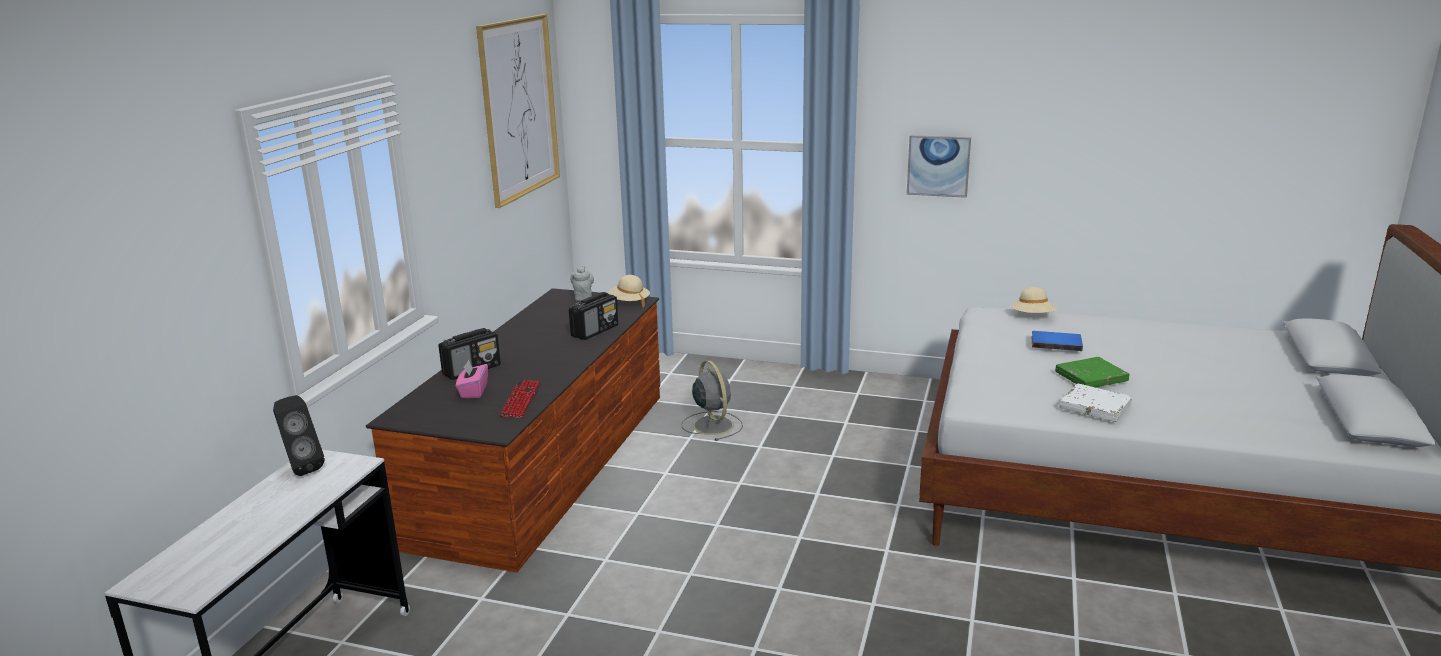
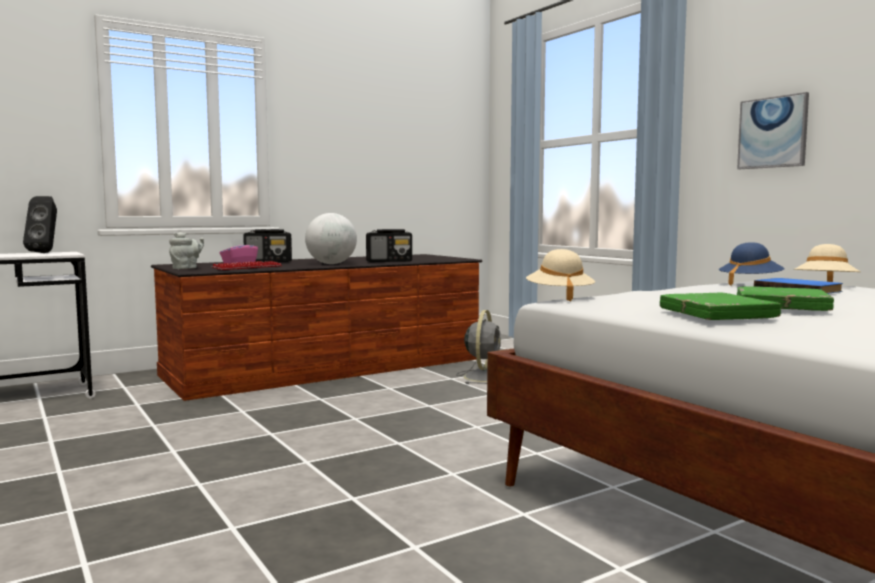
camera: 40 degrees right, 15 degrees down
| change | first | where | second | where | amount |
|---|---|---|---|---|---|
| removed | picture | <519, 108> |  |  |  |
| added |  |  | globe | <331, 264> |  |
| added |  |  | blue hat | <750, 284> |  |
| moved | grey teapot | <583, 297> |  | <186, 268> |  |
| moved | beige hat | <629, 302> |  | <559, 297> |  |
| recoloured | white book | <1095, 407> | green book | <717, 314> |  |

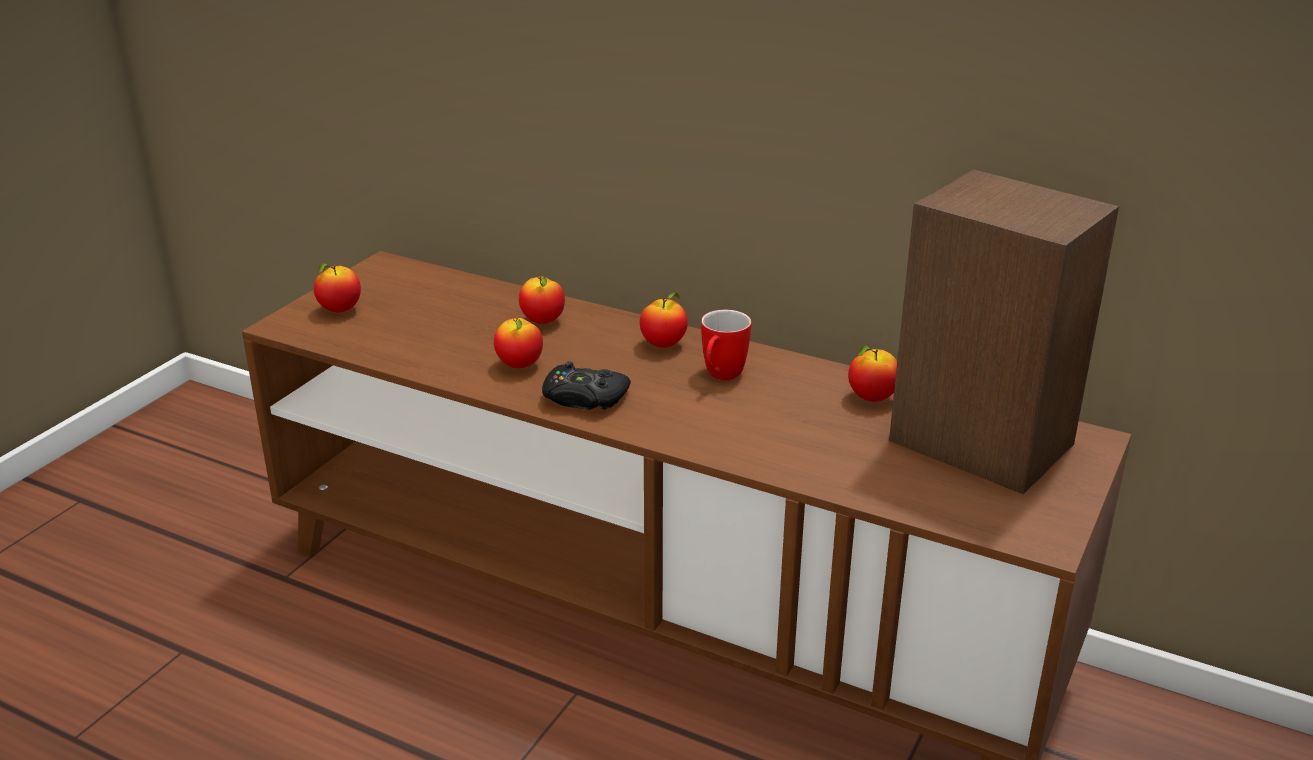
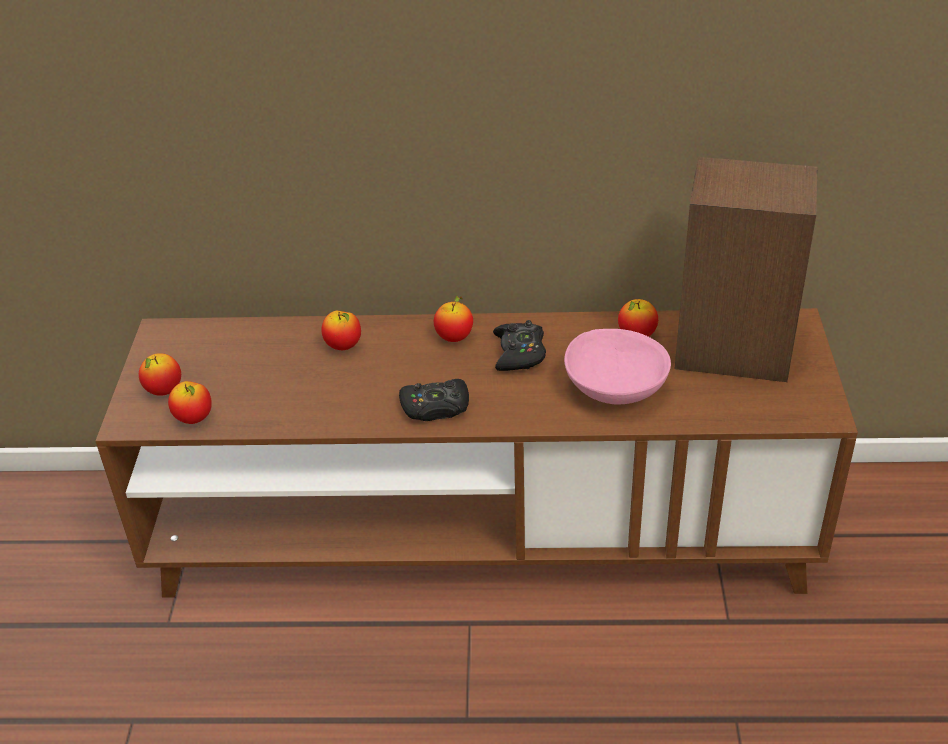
camera: 25 degrees left, 10 degrees up
| change | first | where | second | where | amount |
|---|---|---|---|---|---|
| added |  |  | pink bowl | <614, 389> |  |
| moved | apple | <519, 365> |  | <194, 419> |  |
| replaced | mug | <720, 377> | black game controller | <519, 353> |  |

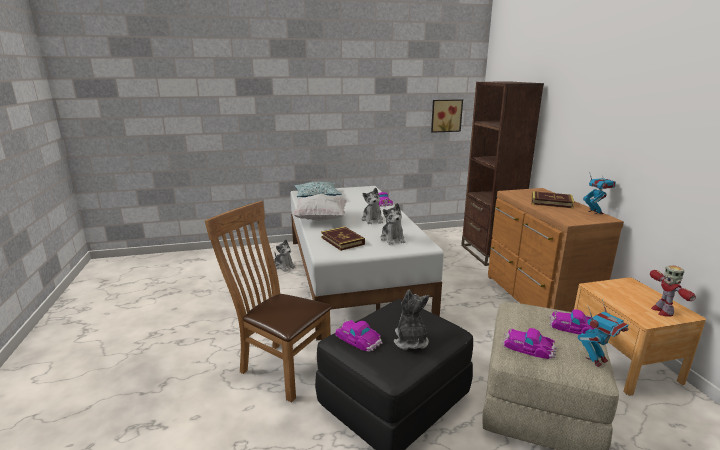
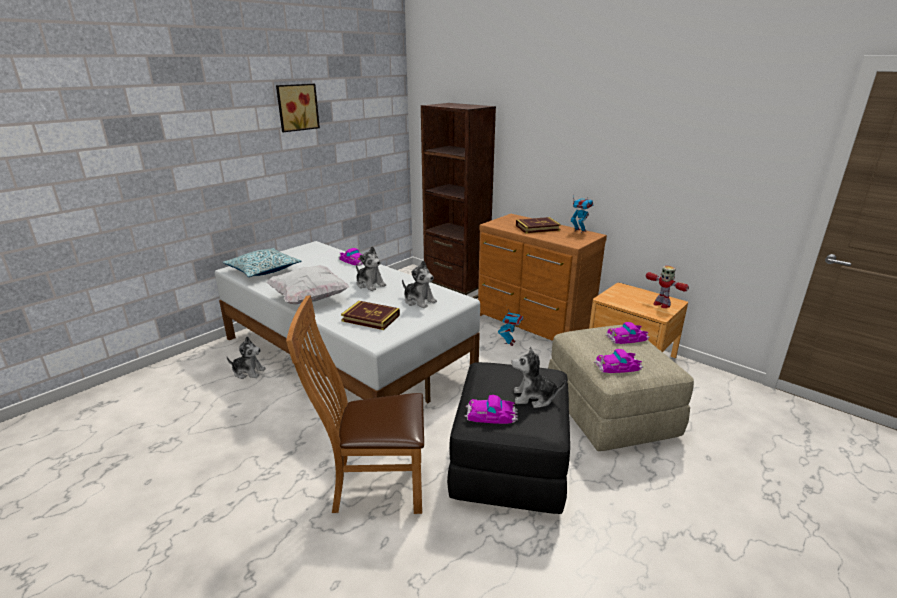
camera: 35 degrees left, 5 degrees up
| change | first | where | second | where | amount |
|---|---|---|---|---|---|
| moved | picture | <446, 115> |  | <296, 107> |  |
| moved | toy robot | <596, 360> |  | <509, 342> |  |
| turned | plush toy | <410, 341> |  | <534, 397> | 45 degrees counterclockwise |

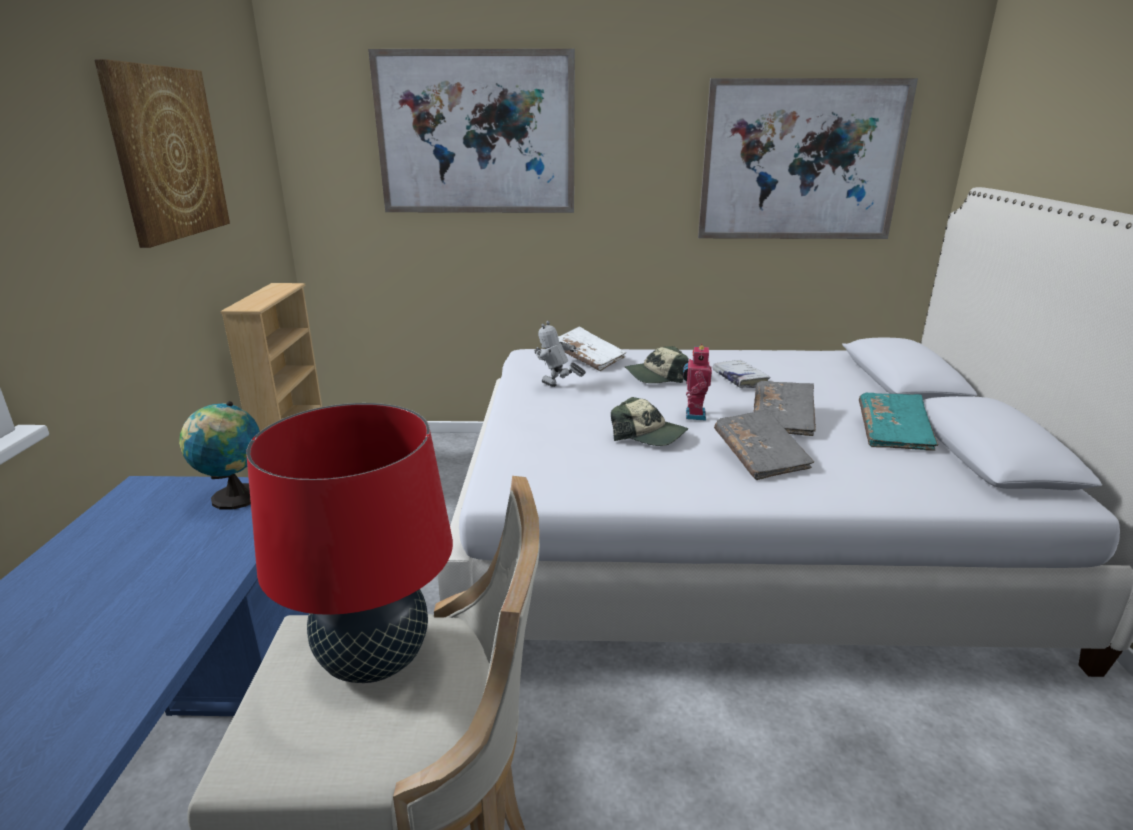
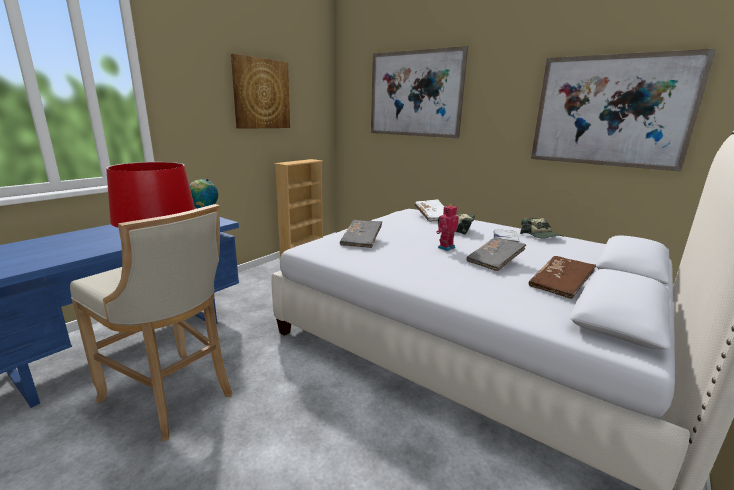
camera: 35 degrees right, 5 degrees down
| change | first | where | second | where | amount |
|---|---|---|---|---|---|
| removed | toy robot | <557, 388> |  |  |  |
| moved | cap | <649, 435> |  | <541, 236> |  |
| moved | grey book | <760, 457> |  | <361, 241> |  |
| recoloured | turquoise book | <893, 434> | brown book | <560, 285> |  |

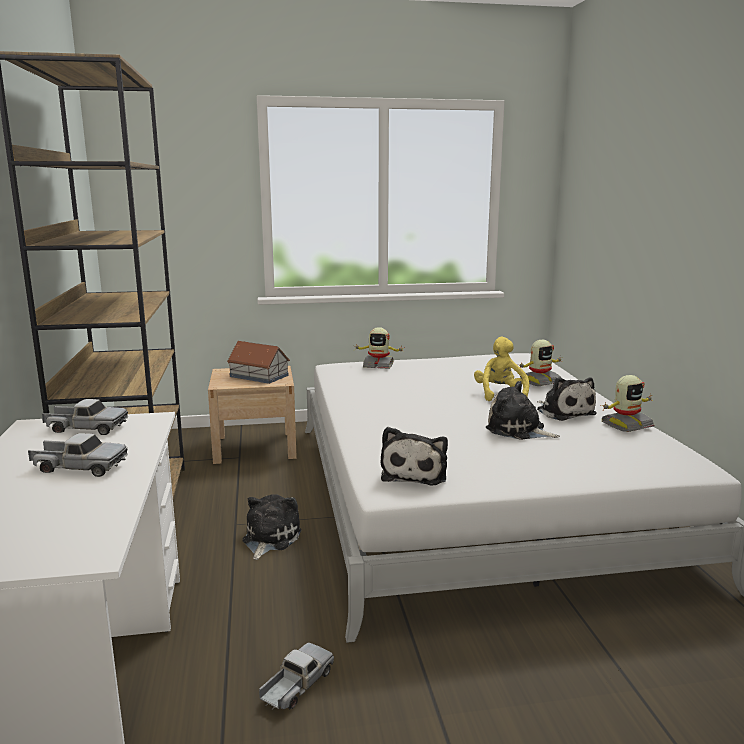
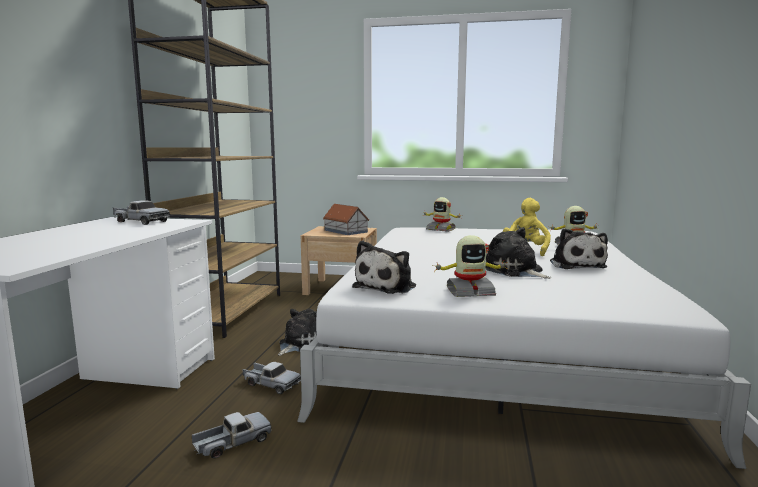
camera: 20 degrees right, 5 degrees down
| change | first | where | second | where | amount |
|---|---|---|---|---|---|
| moved | toy truck | <79, 467> |  | <271, 384> |  |
| moved | toy robot | <626, 425> |  | <469, 292> |  |

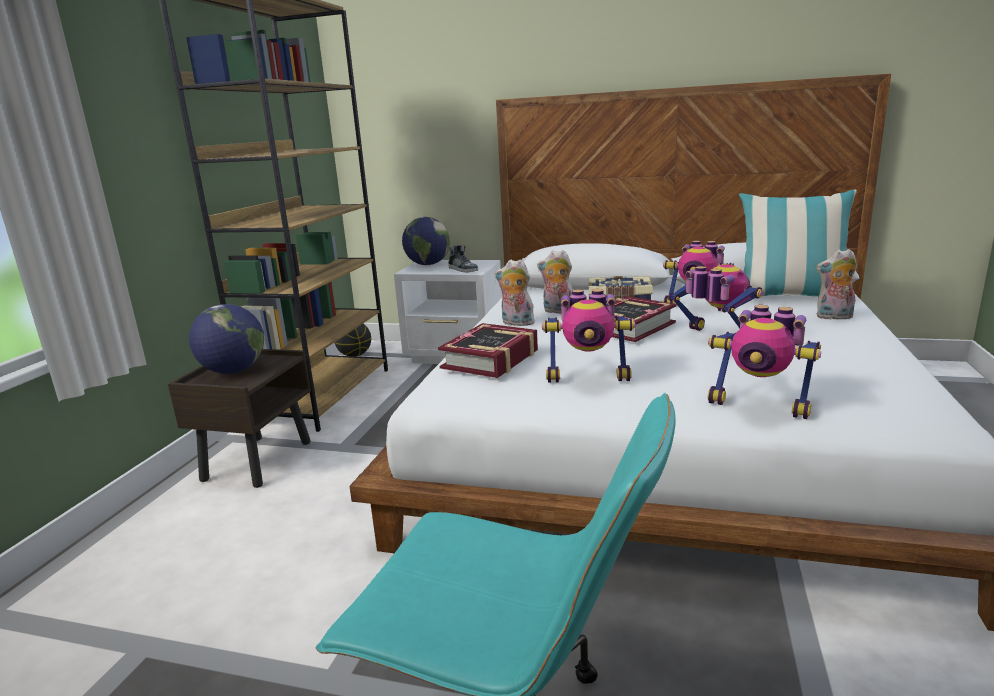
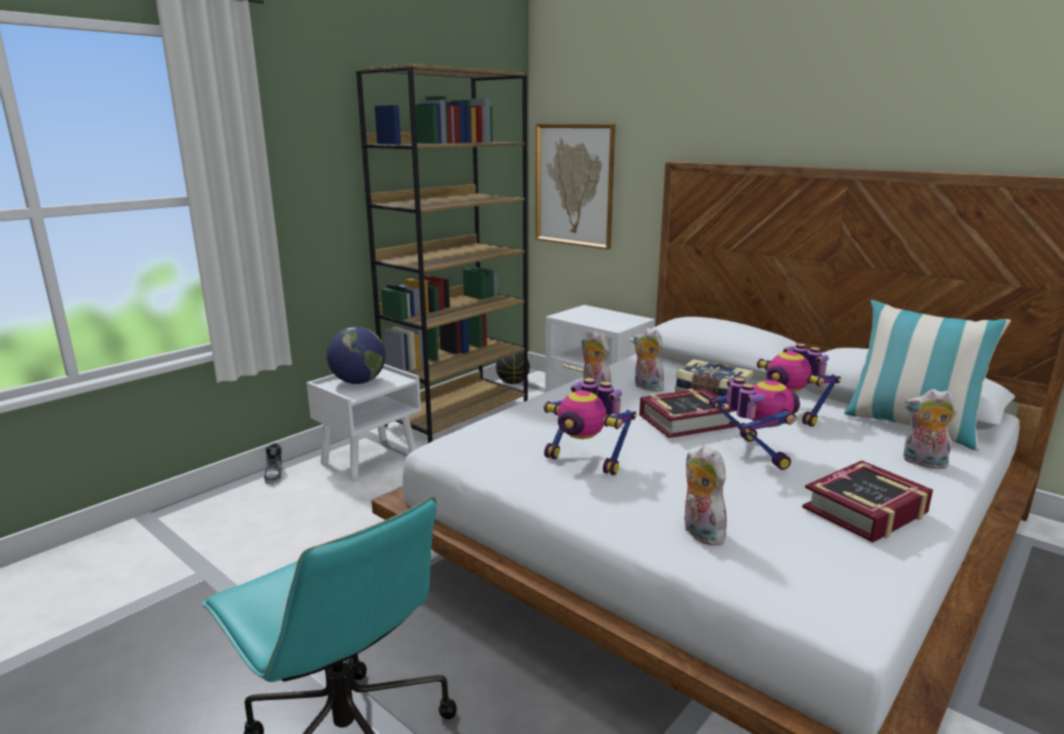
camera: 25 degrees right, 0 degrees up
| change | first | where | second | where | amount |
|---|---|---|---|---|---|
| removed | globe | <428, 264> |  |  |  |
| added |  |  | picture | <574, 185> |  |
| moved | book | <491, 359> |  | <866, 511> |  |
| moved | shoe | <463, 269> |  | <274, 474> |  |
| replaced | toy robot | <760, 405> | plush toy | <699, 533> |  |
| recoloured | brown nightstand | <258, 460> | white nightstand | <370, 458> |  |

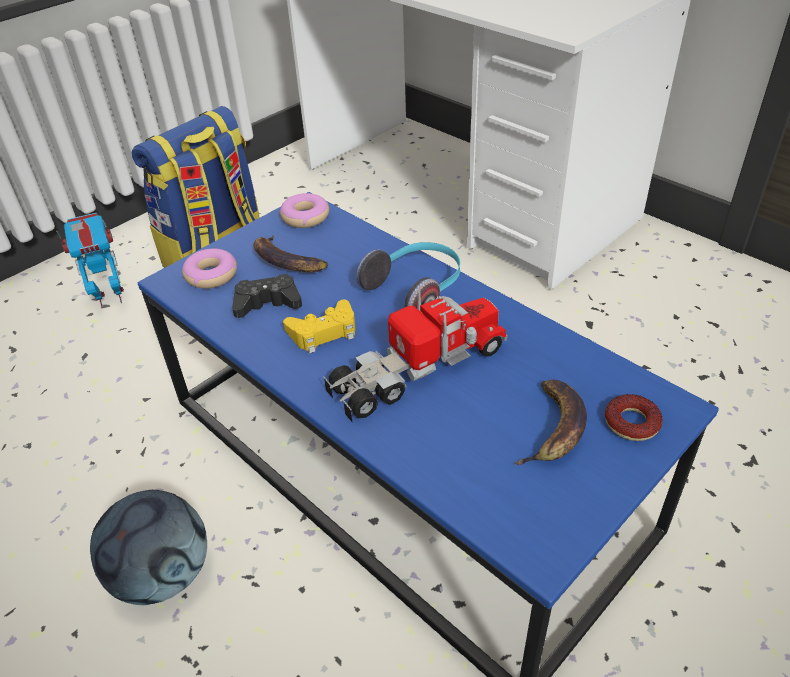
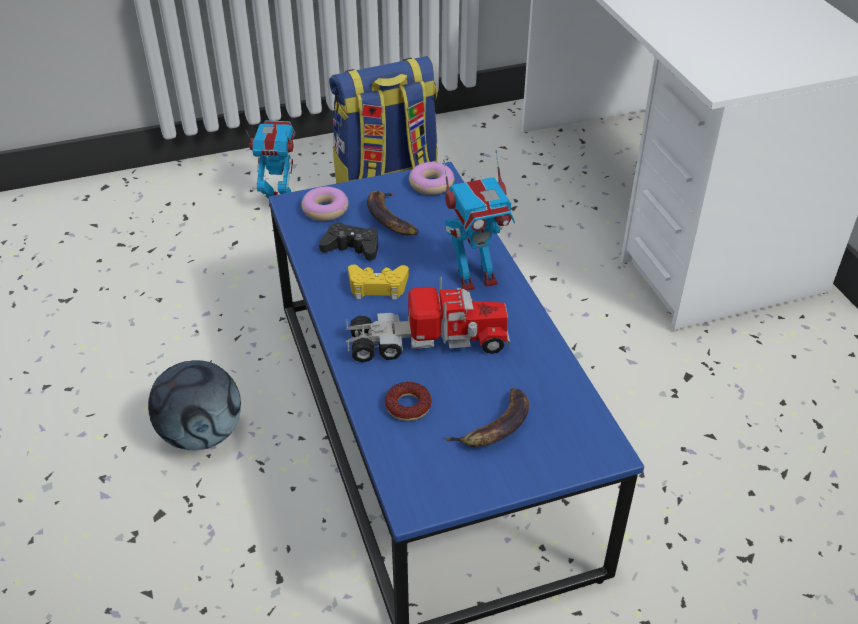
camera: 25 degrees right, 0 degrees up
| change | first | where | second | where | amount |
|---|---|---|---|---|---|
| moved | donut | <631, 423> |  | <408, 406> |  |
| replaced | headphones | <416, 289> | toy robot | <475, 278> |  |

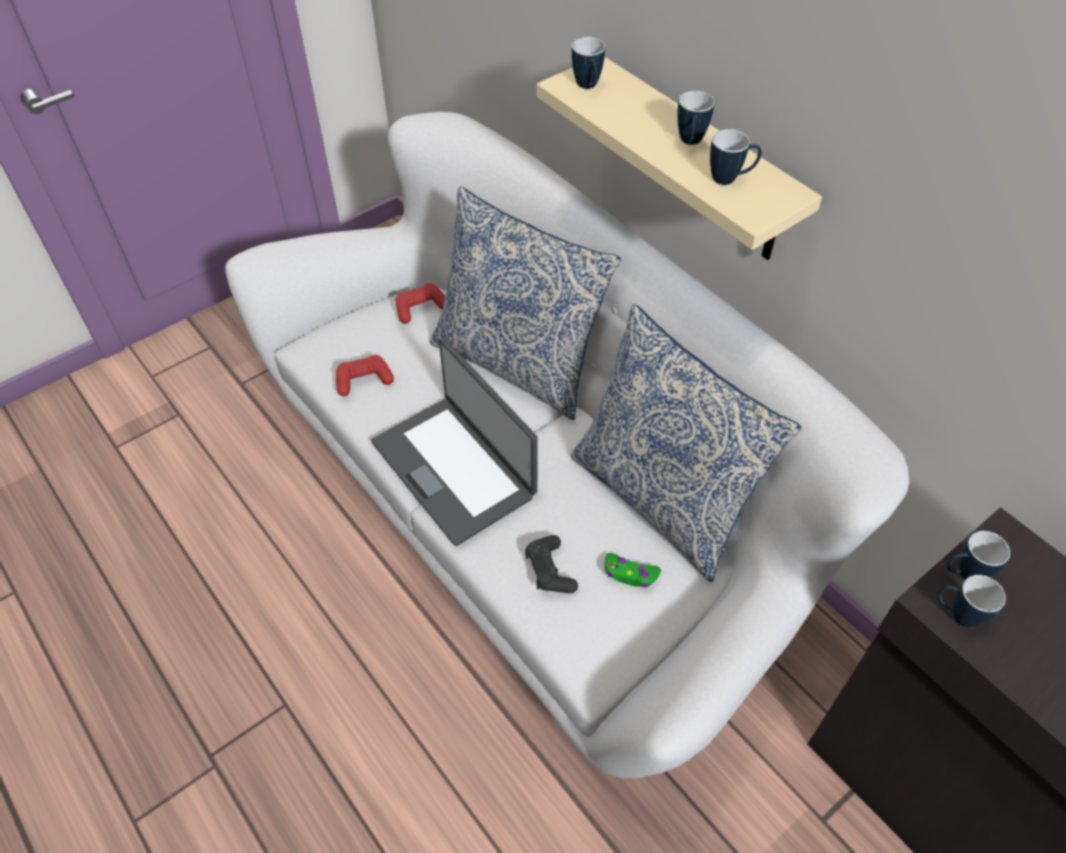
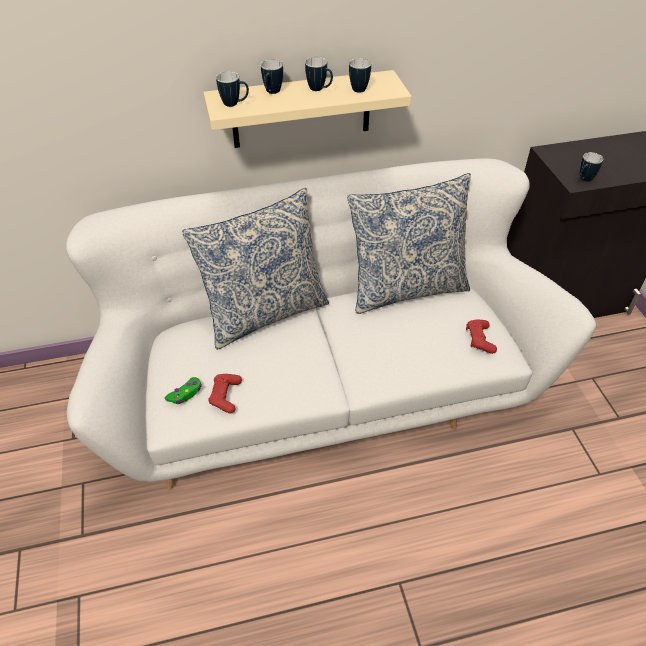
camera: 65 degrees left, 5 degrees down
| change | first | where | second | where | amount |
|---|---|---|---|---|---|
| removed | laptop | <455, 468> |  |  |  |
| removed | black game controller | <550, 570> |  |  |  |
| moved | red game controller | <420, 308> |  | <479, 340> |  |
| moved | green game controller | <630, 574> |  | <185, 394> |  |
| moved | mug | <963, 574> |  | <271, 93> |  |

